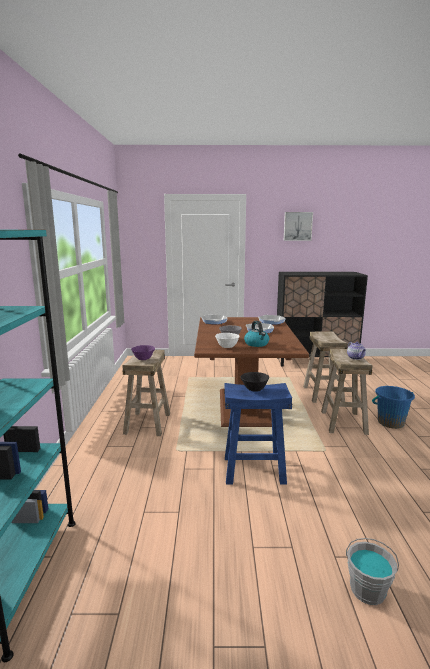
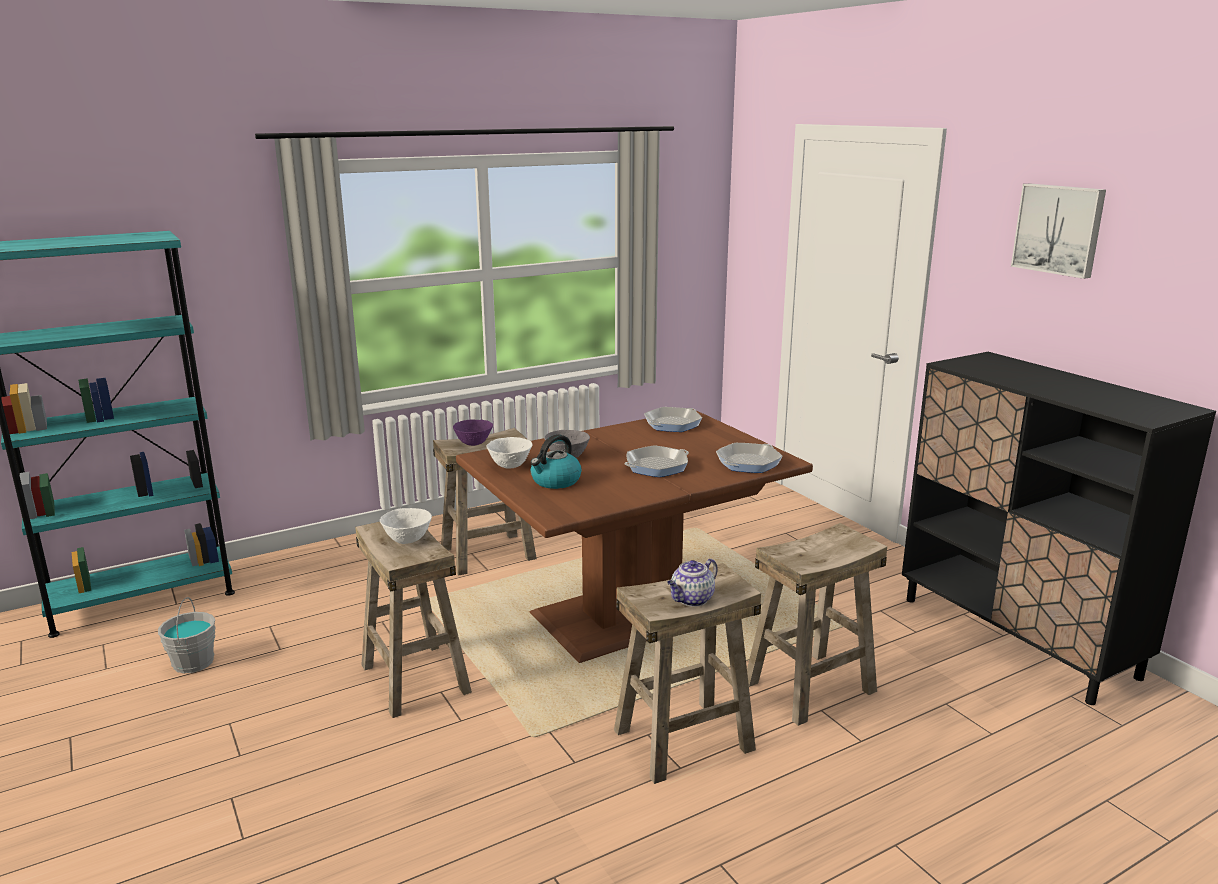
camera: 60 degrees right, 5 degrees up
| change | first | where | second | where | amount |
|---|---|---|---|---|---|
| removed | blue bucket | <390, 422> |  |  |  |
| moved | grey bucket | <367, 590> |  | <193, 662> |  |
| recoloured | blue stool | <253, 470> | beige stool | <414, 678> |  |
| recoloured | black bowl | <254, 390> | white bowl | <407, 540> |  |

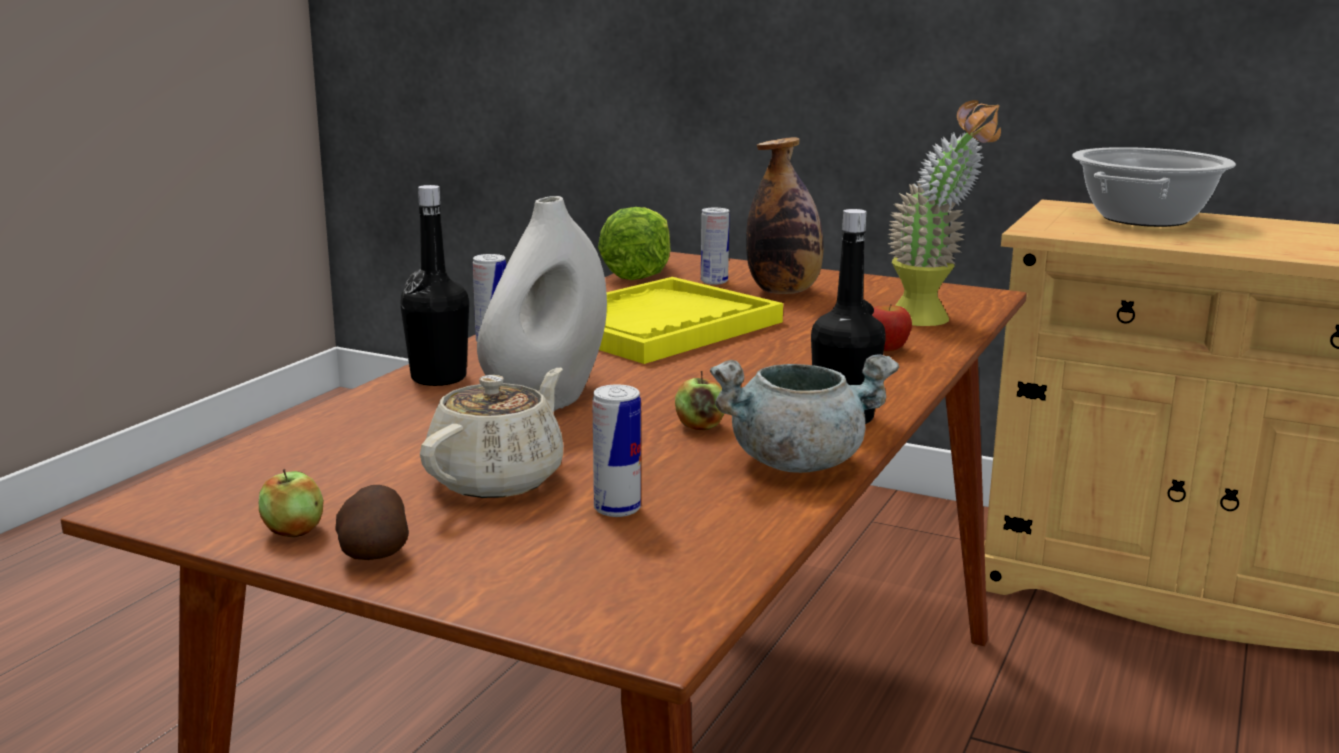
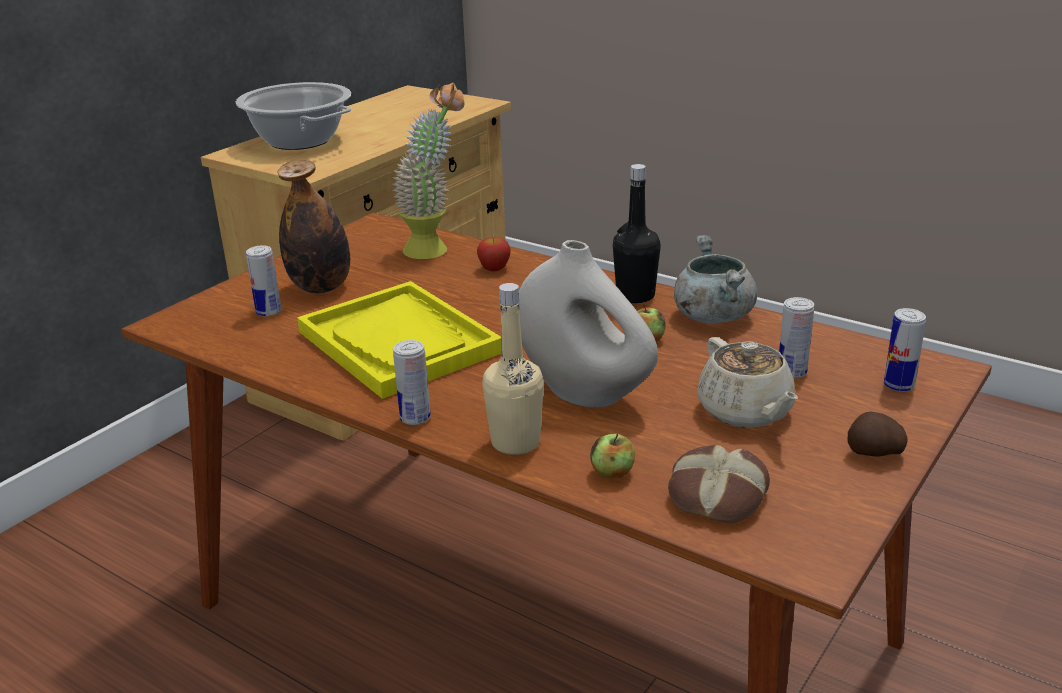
camera: 80 degrees left, 10 degrees up
| change | first | where | second | where | amount |
|---|---|---|---|---|---|
| removed | lettuce | <638, 273> |  |  |  |
| added |  |  | bread | <716, 494> |  |
| added |  |  | can | <898, 385> |  |
| moved | apple | <293, 531> |  | <612, 473> |  |
| recoloured | black bottle | <438, 378> | beige bottle | <515, 442> |  |
| turned | beige teapot | <498, 479> |  | <745, 412> | 150 degrees counterclockwise |

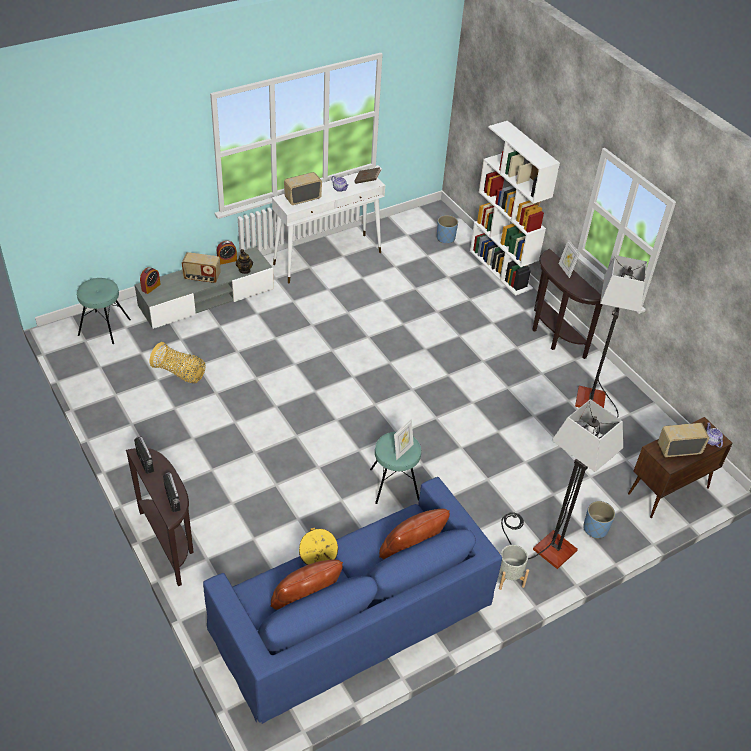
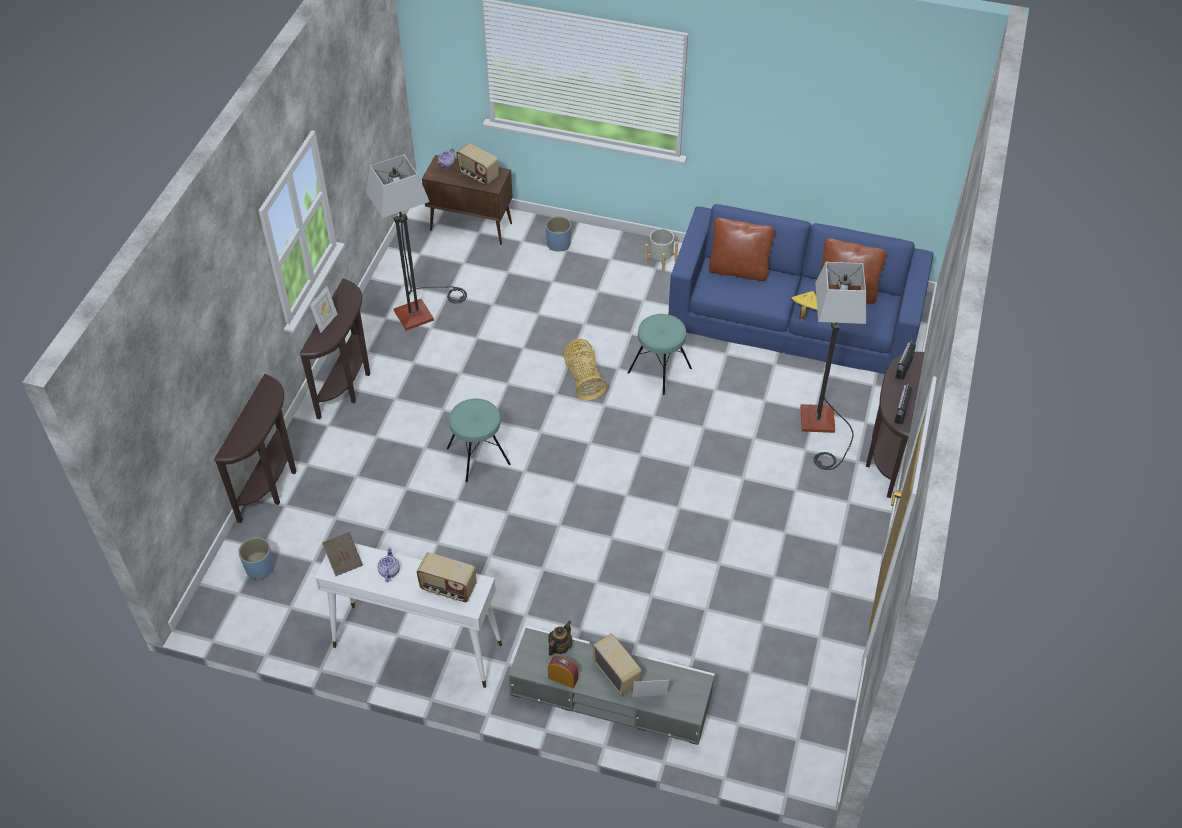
camera: 130 degrees left, 5 degrees up
| change | first | where | second | where | amount |
|---|---|---|---|---|---|
| removed | alarm clock | <151, 287> |  |  |  |
| moved | turquoise stool | <104, 327> |  | <478, 456> |  |
| moved | basket | <180, 373> |  | <583, 378> |  |
| moved | picture frame | <402, 451> |  | <649, 699> |  |
| moved | floor lamp | <543, 545> |  | <821, 429> |  |
| replaced | white bookcase | <501, 269> | brown console table | <273, 483> |  |

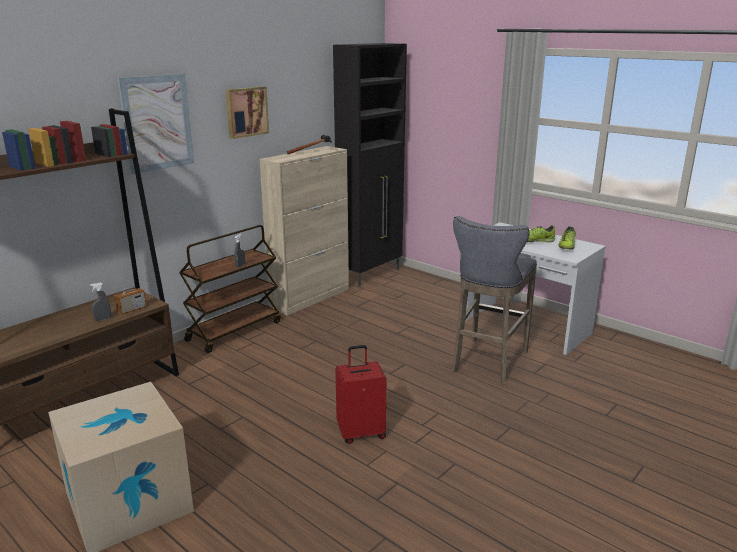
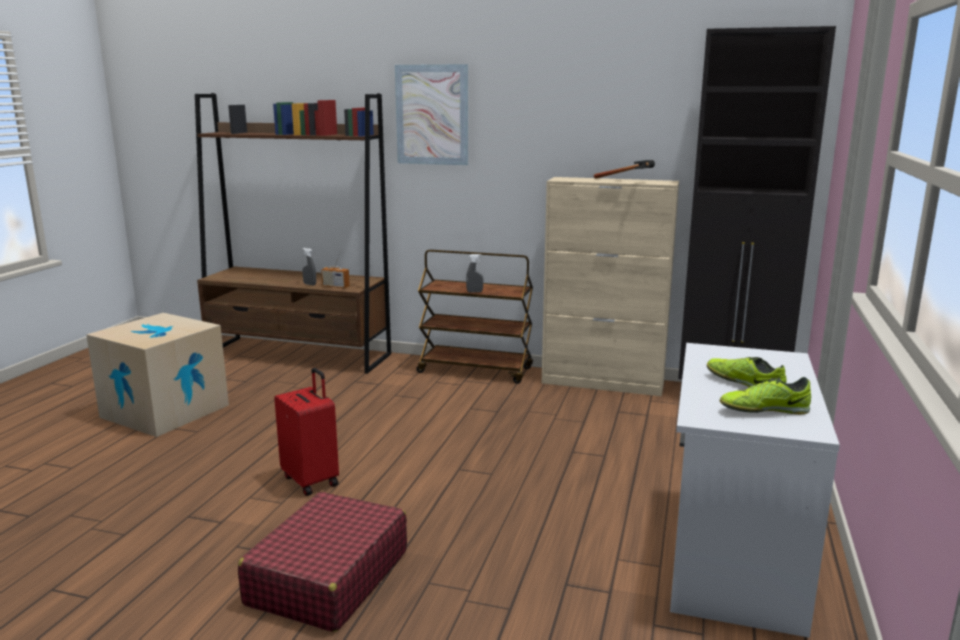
camera: 65 degrees right, 5 degrees down
| change | first | where | second | where | amount |
|---|---|---|---|---|---|
| removed | picture | <246, 111> |  |  |  |
| removed | grey stool | <488, 363> |  |  |  |
| added |  |  | red suitcase | <328, 578> |  |

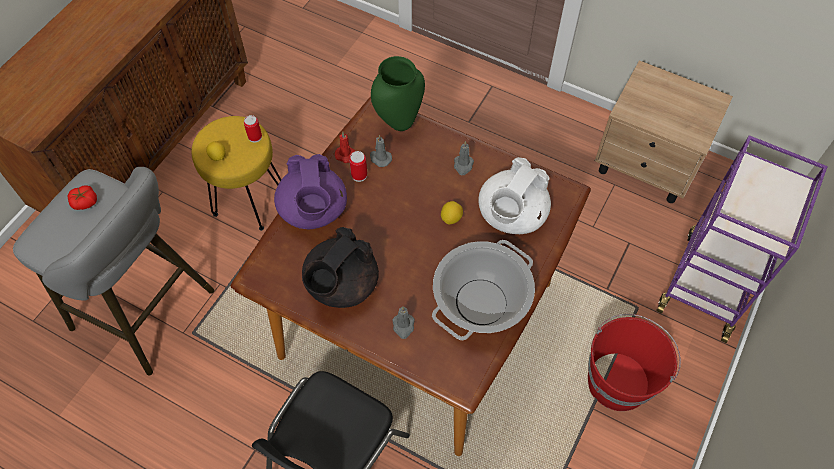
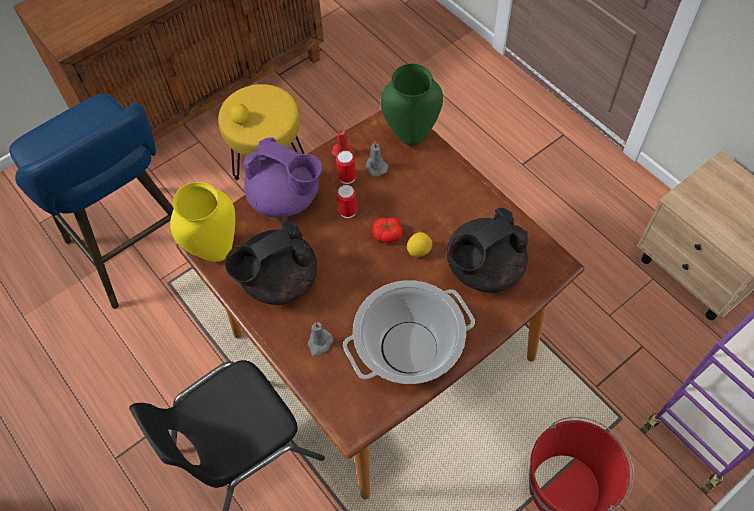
camera: 25 degrees right, 0 degrees up
| change | first | where | second | where | amount |
|---|---|---|---|---|---|
| removed | grey candle | <463, 165> |  |  |  |
| added |  |  | yellow vase | <216, 252> |  |
| moved | tomato | <85, 202> |  | <387, 234> |  |
| moved | can | <255, 137> |  | <348, 211> |  |
| recoloured | grey stool | <150, 313> | blue stool | <139, 251> |  |
| recoloured | white teapot | <511, 216> | black teapot | <483, 269> |  |
| turned | purple teapot | <313, 211> |  | <286, 198> | 75 degrees counterclockwise |

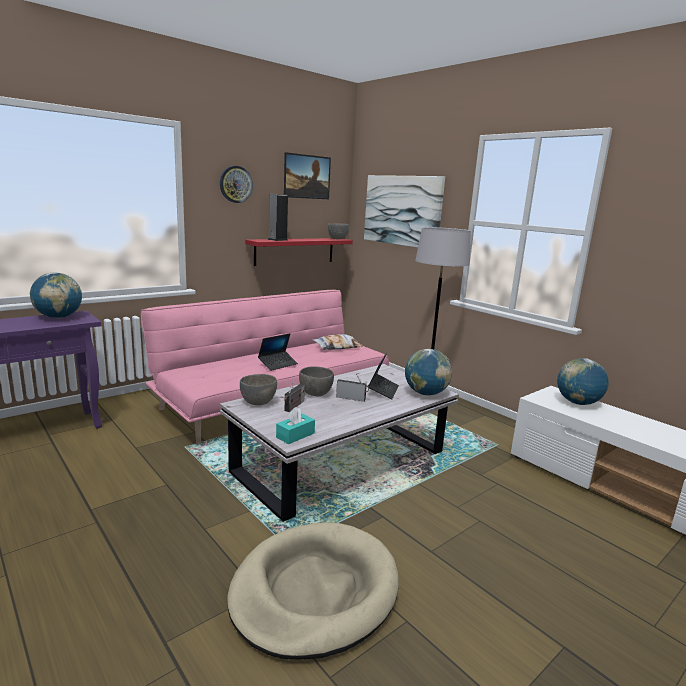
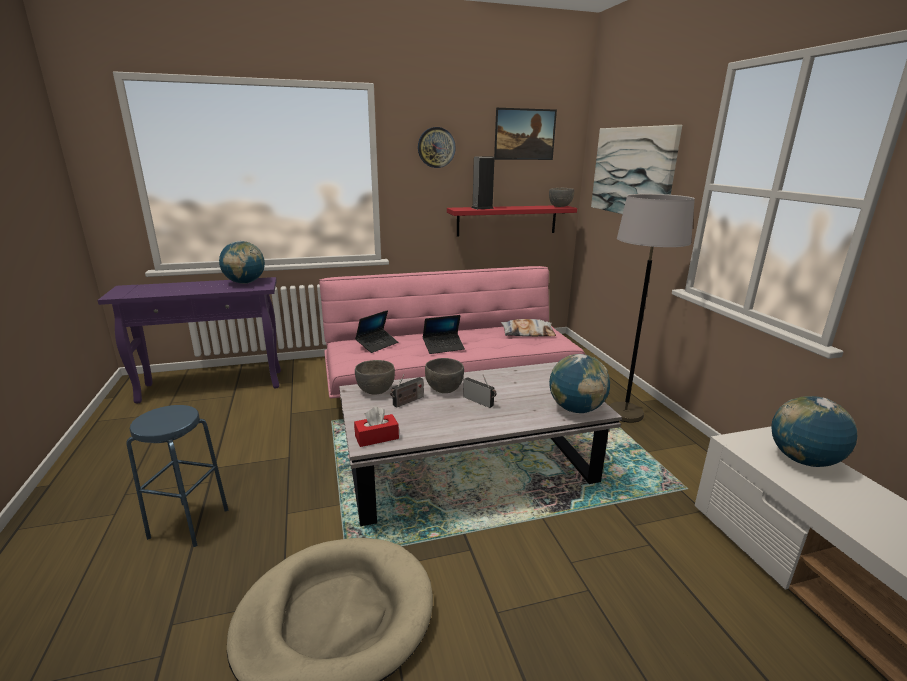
camera: 25 degrees right, 5 degrees up
| change | first | where | second | where | amount |
|---|---|---|---|---|---|
| added |  |  | blue stool | <188, 523> |  |
| moved | laptop | <383, 390> |  | <377, 344> |  |
| recoloured | turquoise tissue box | <295, 435> | red tissue box | <377, 437> |  |

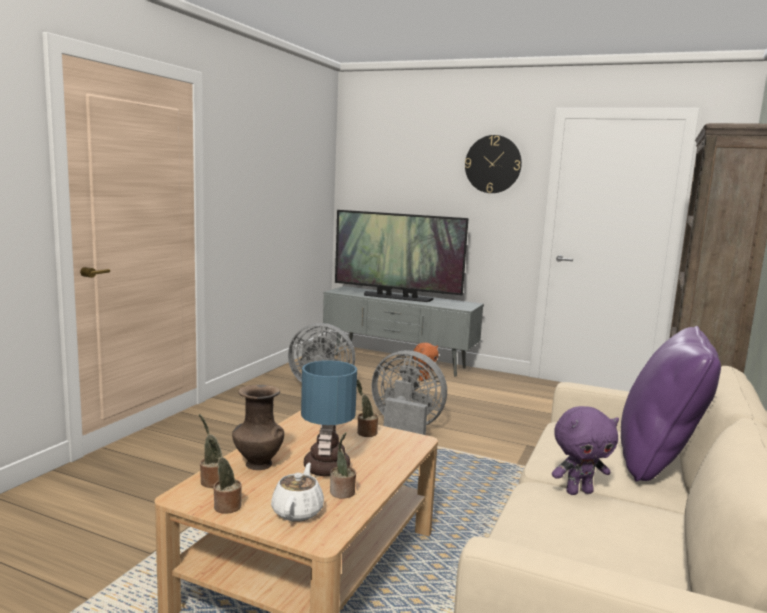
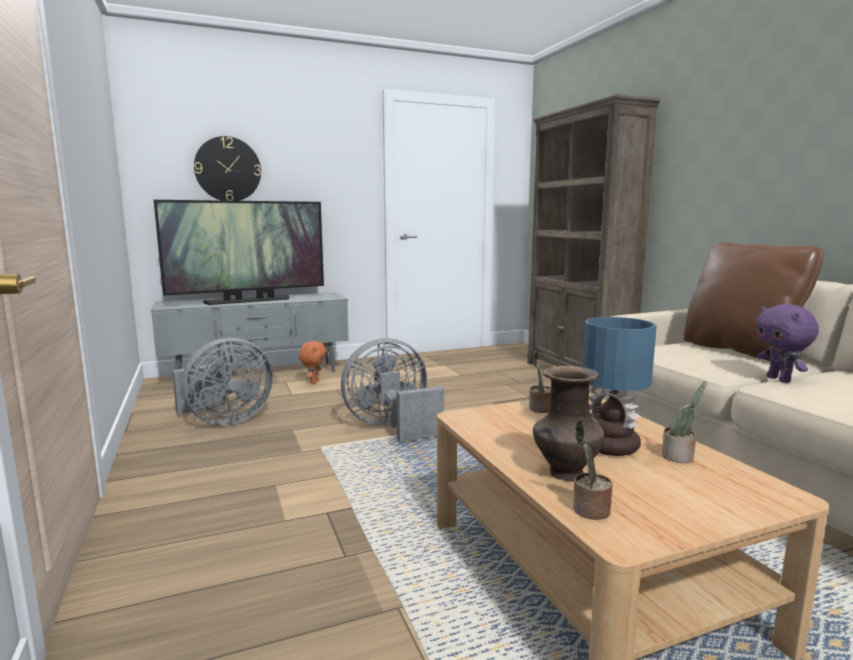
camera: 45 degrees left, 0 degrees up
| change | first | where | second | where | amount |
|---|---|---|---|---|---|
| removed | potted plant | <225, 506> |  |  |  |
| removed | white teapot | <298, 511> |  |  |  |
| moved | wall clock | <493, 164> |  | <228, 169> |  |
| recoloured | purple pillow | <658, 461> | brown pillow | <740, 350> |  |
| turned | purple plush toy | <579, 491> |  | <780, 380> | 135 degrees clockwise |

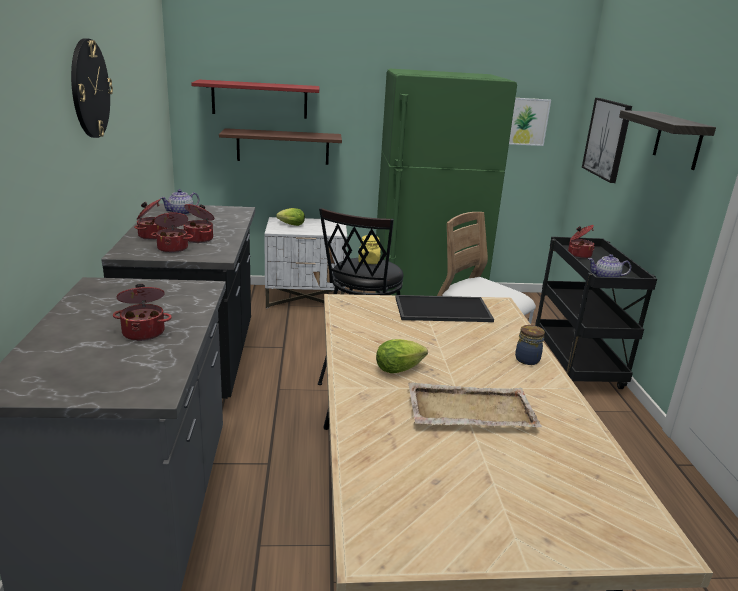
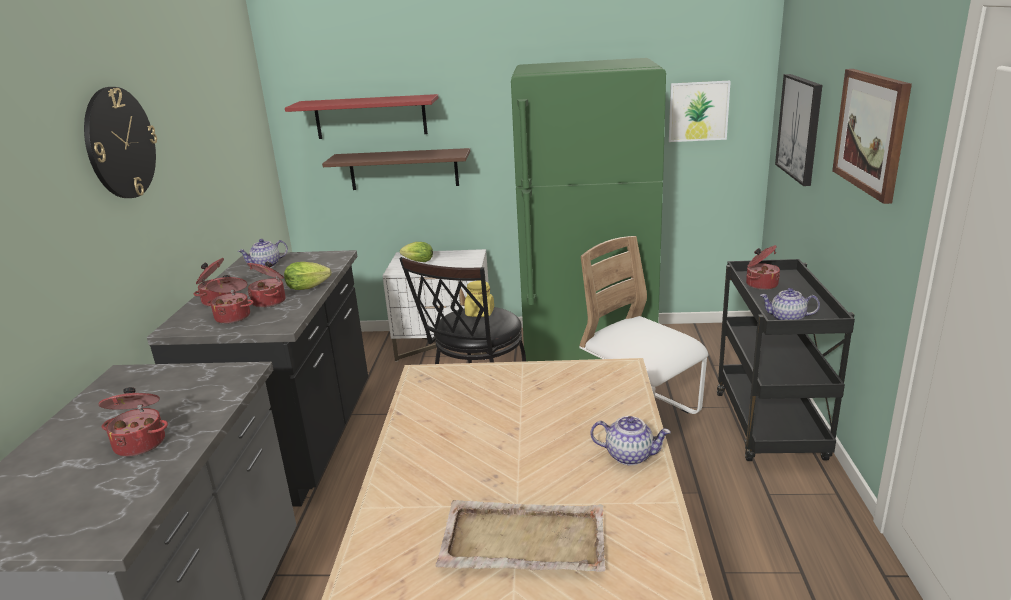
camera: 10 degrees right, 0 degrees up
| change | first | where | second | where | amount |
|---|---|---|---|---|---|
| removed | tray | <442, 310> |  |  |  |
| moved | lettuce | <401, 369> |  | <310, 287> |  |
| replaced | jar | <527, 359> | teapot | <630, 455> |  |
| replaced | shelf | <678, 140> | picture | <871, 132> |  |

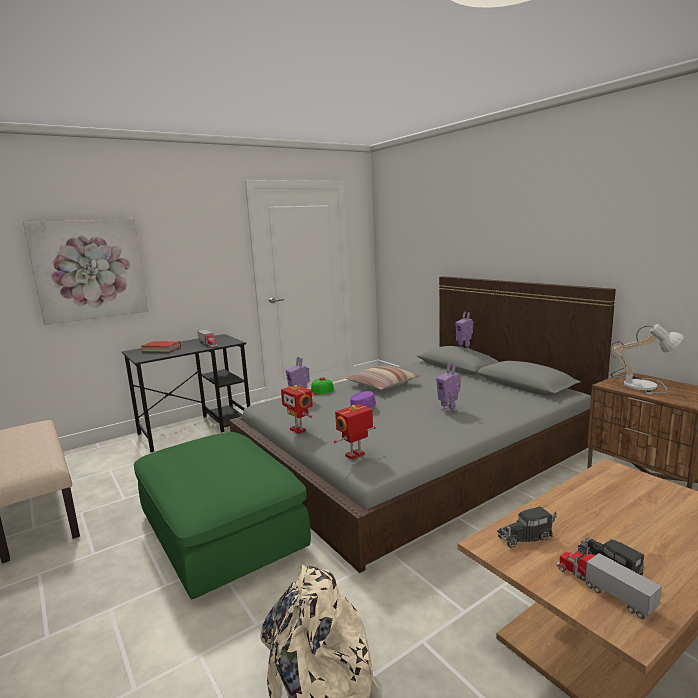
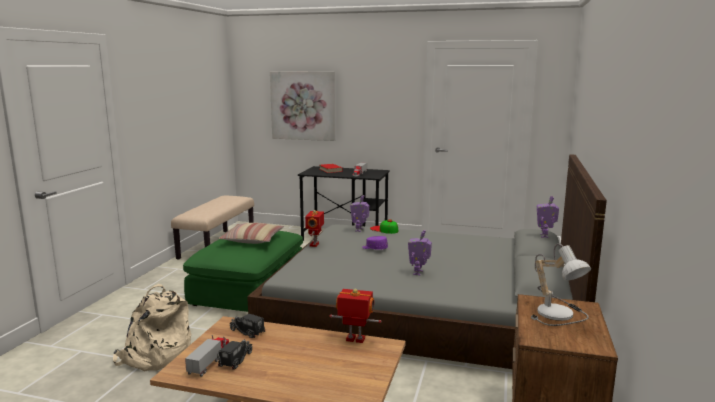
camera: 50 degrees right, 0 degrees up
| change | first | where | second | where | amount |
|---|---|---|---|---|---|
| moved | toy robot | <355, 455> |  | <355, 340> |  |
| moved | pillow | <382, 384> |  | <252, 240> |  |

